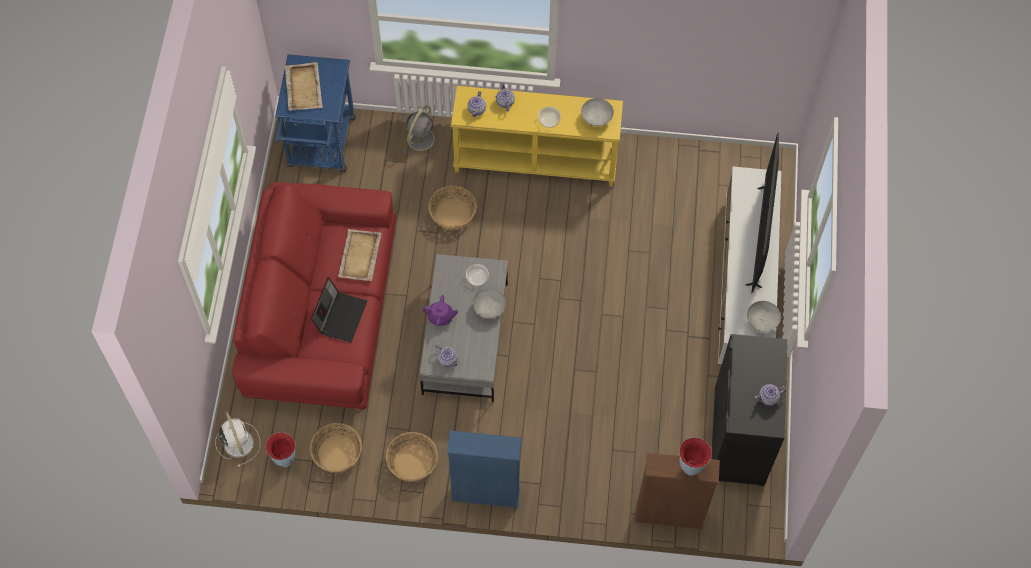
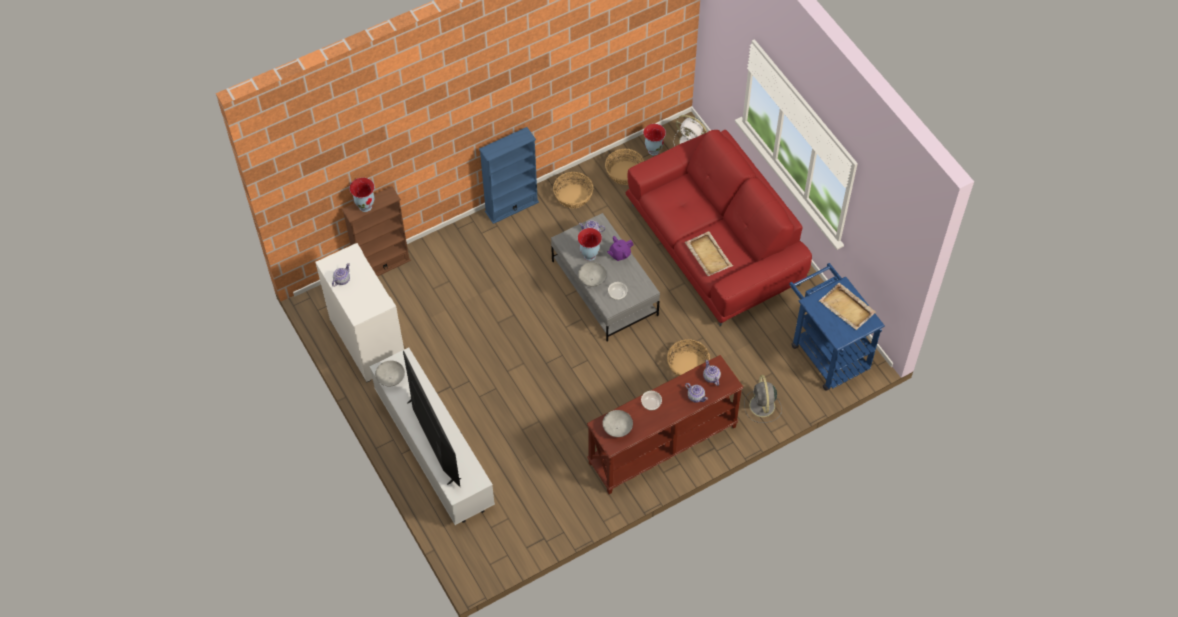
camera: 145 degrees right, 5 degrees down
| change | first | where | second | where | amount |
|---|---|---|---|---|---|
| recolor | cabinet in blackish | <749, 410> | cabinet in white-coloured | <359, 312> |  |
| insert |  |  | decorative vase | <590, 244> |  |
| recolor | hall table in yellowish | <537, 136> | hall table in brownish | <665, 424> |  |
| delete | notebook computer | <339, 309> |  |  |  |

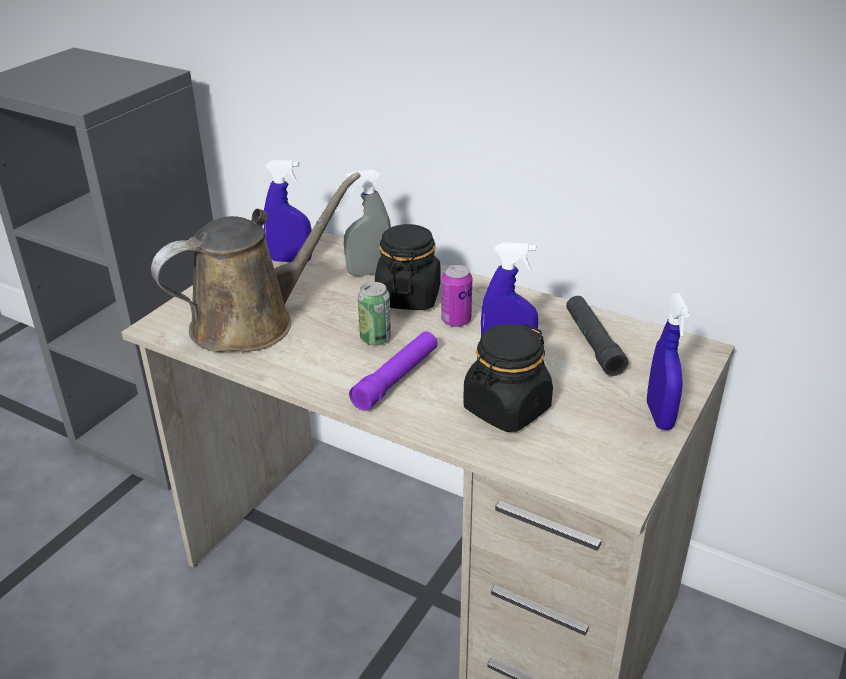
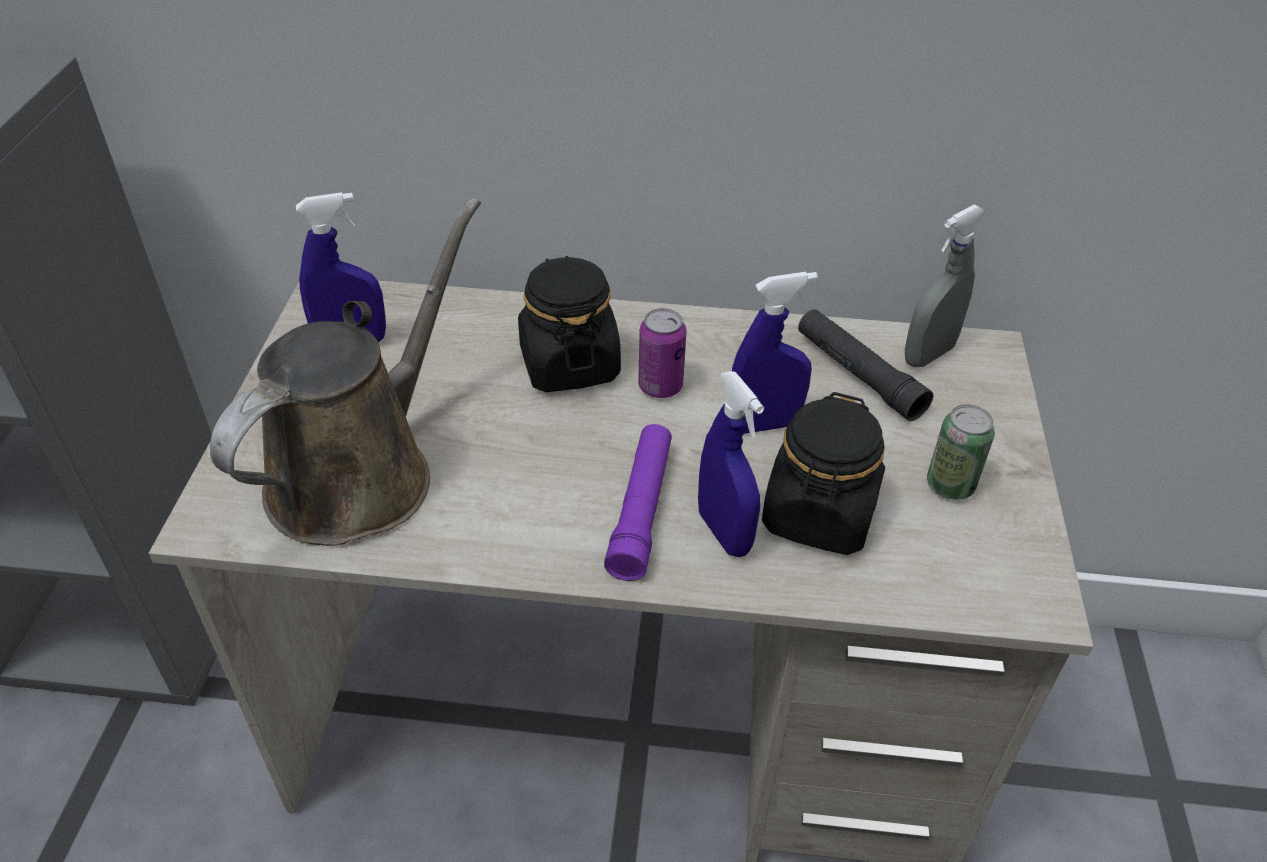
camera: 25 degrees left, 10 degrees up
| change | first | where | second | where | amount |
|---|---|---|---|---|---|
| move | hand sprayer in blue-coloured | <668, 361> |  | <731, 464> |  |
| move | hand sprayer in gray | <367, 223> |  | <945, 285> |  |
| move | can | <374, 313> |  | <961, 452> |  |

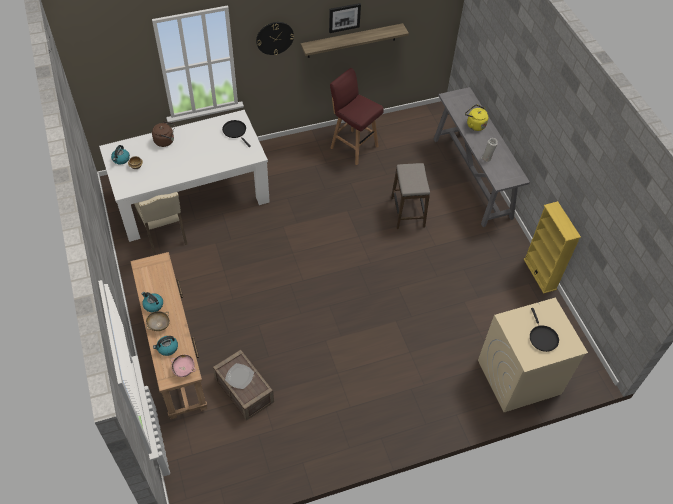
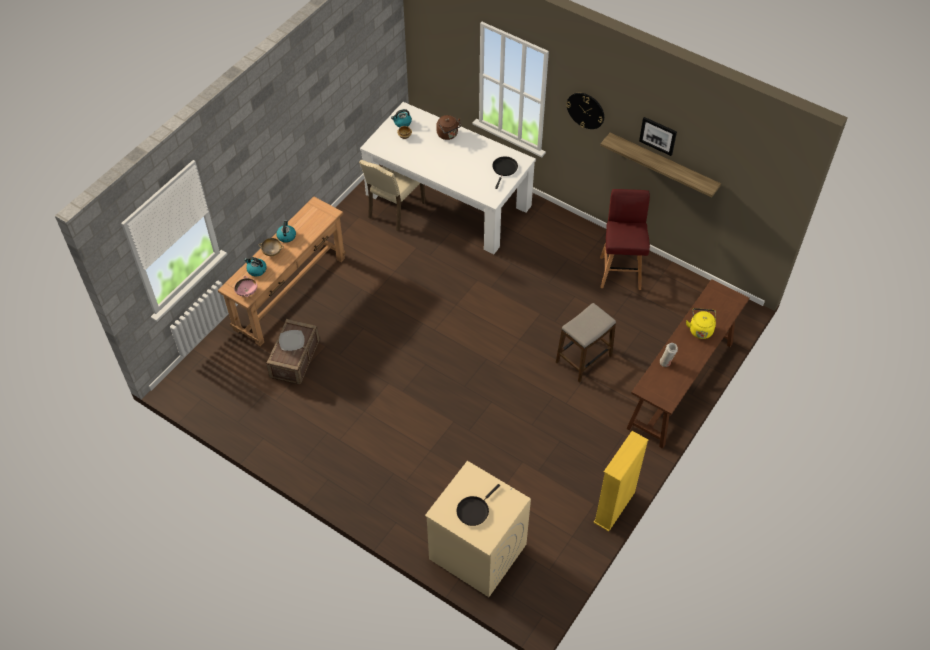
camera: 55 degrees right, 0 degrees up
| change | first | where | second | where | amount |
|---|---|---|---|---|---|
| recolor | hall table in gray | <482, 157> | hall table in brownish | <687, 364> |  |

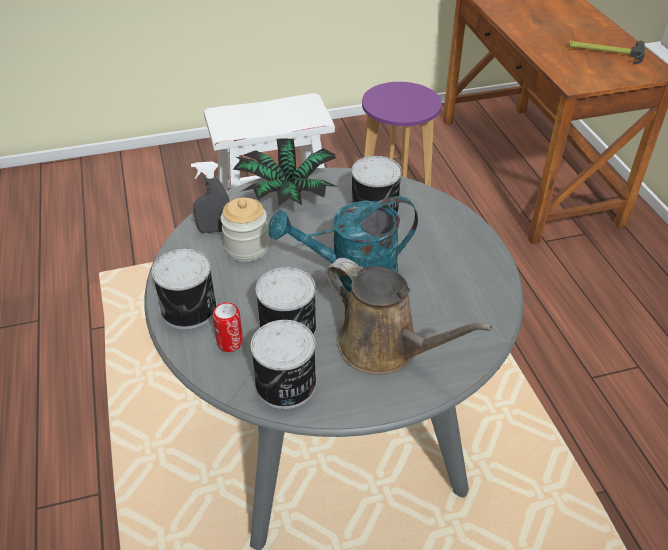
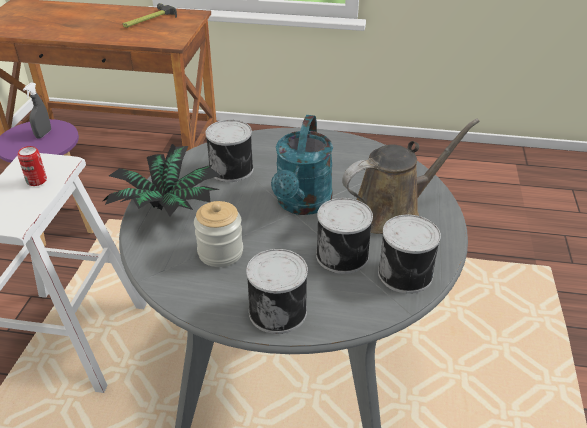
camera: 65 degrees left, 5 degrees down
| change | first | where | second | where | amount |
|---|---|---|---|---|---|
| move | can | <228, 327> |  | <32, 166> |  |
| move | hand sprayer in gray | <210, 197> |  | <37, 110> |  |

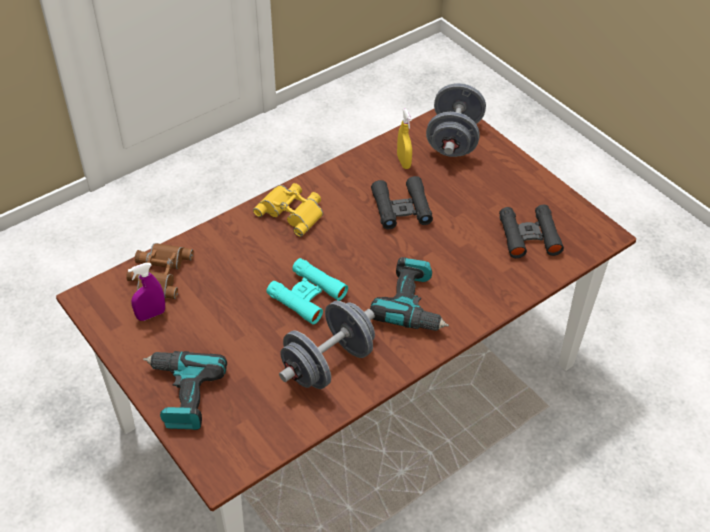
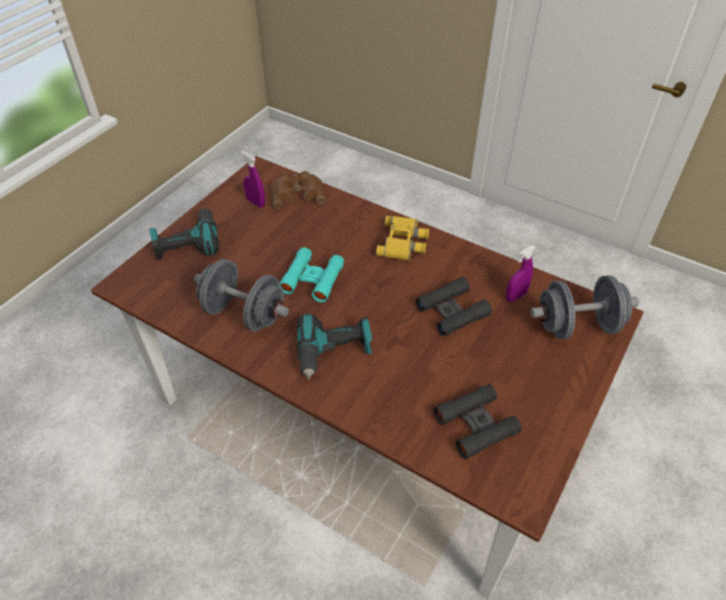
camera: 70 degrees right, 0 degrees up
| change | first | where | second | where | amount |
|---|---|---|---|---|---|
| recolor | hand sprayer in yellowish | <404, 139> | hand sprayer in purplish | <521, 273> |  |

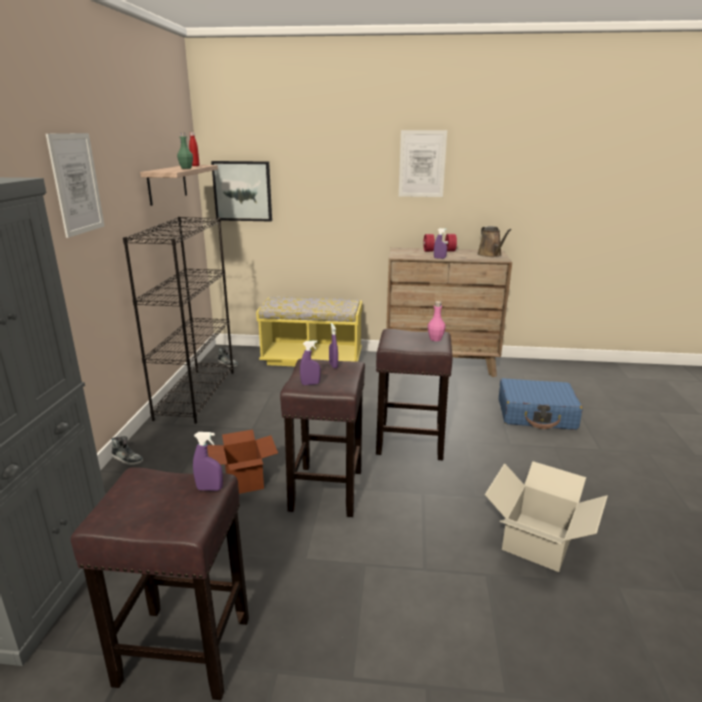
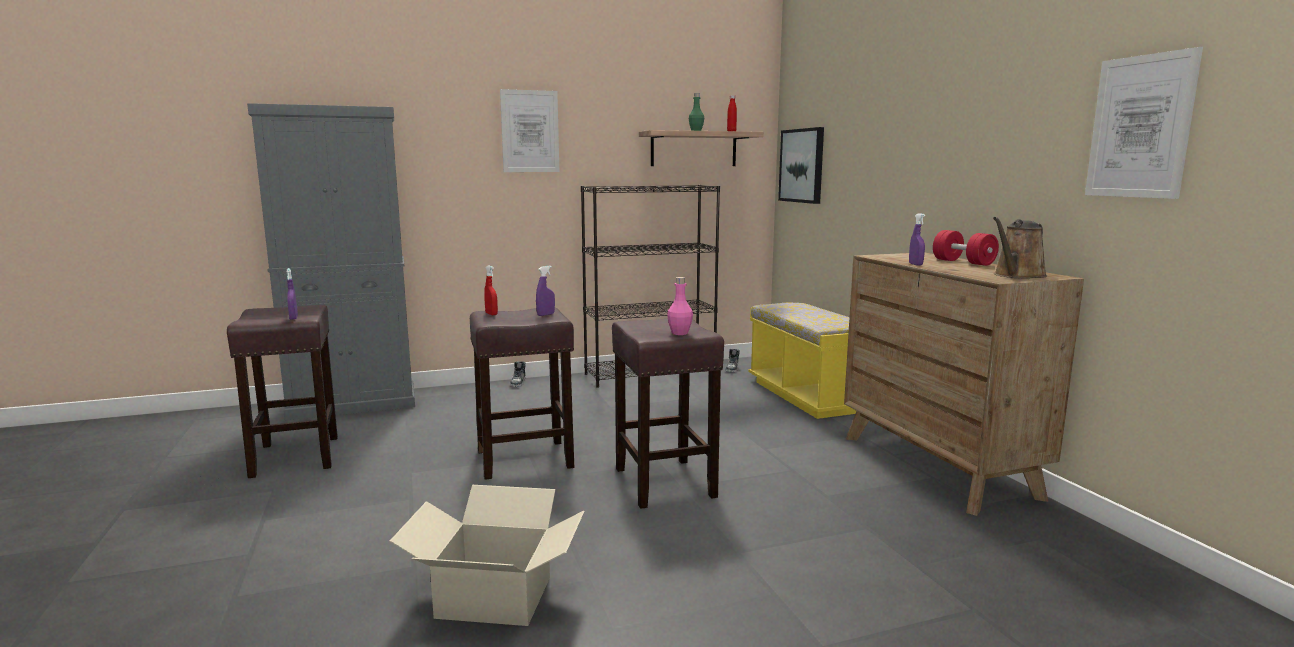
camera: 65 degrees right, 10 degrees down
| change | first | where | second | where | amount |
|---|---|---|---|---|---|
| recolor | hand sprayer in purplish | <310, 362> | hand sprayer in red-coloured | <491, 290> |  |
| move | picture | <423, 163> |  | <1144, 123> |  |
| delete | carton | <242, 462> |  |  |  |
| delete | travel case in blue-coloured | <541, 404> |  |  |  |

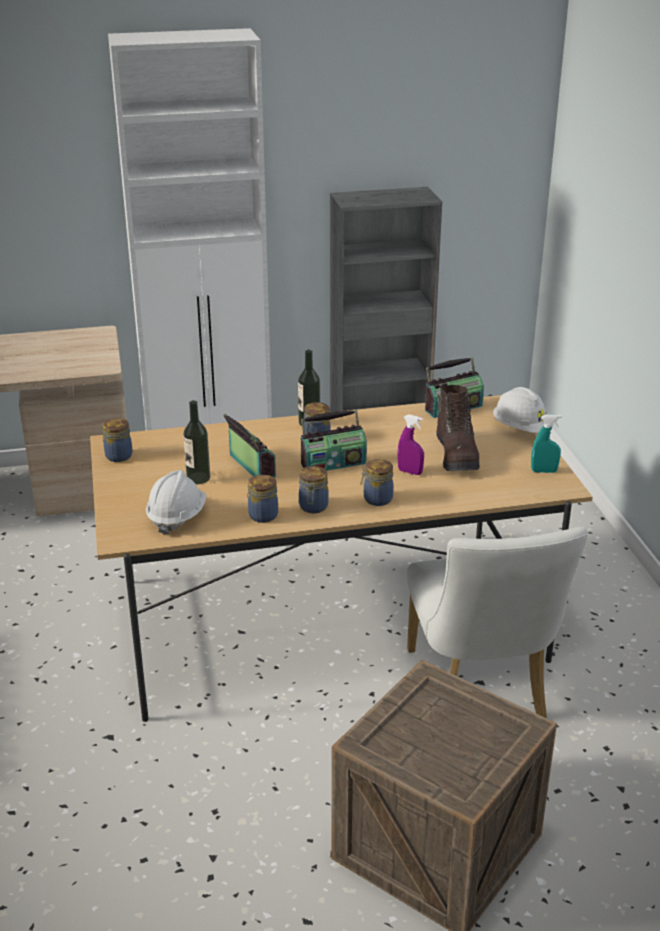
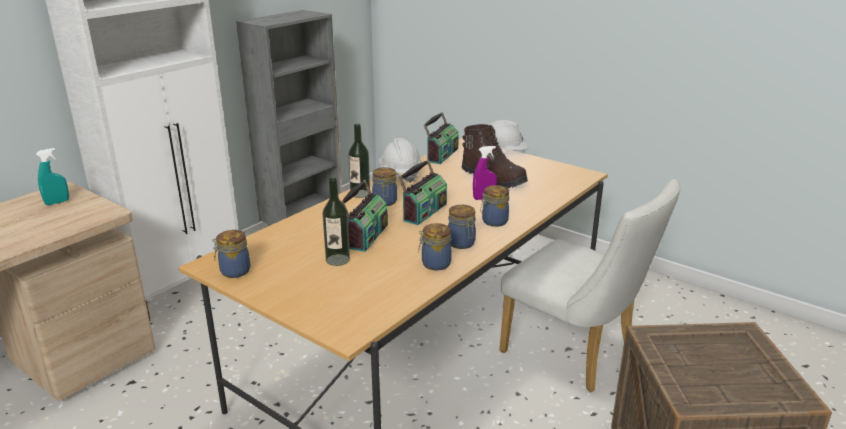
camera: 40 degrees left, 5 degrees down
| change | first | where | second | where | amount |
|---|---|---|---|---|---|
| move | hand sprayer in turquoise | <546, 444> |  | <52, 176> |  |
| rotate | radio set | <249, 446> |  | <364, 215> | 90 degrees clockwise |
| move | work helmet in white-coloured | <176, 502> |  | <400, 160> |  |

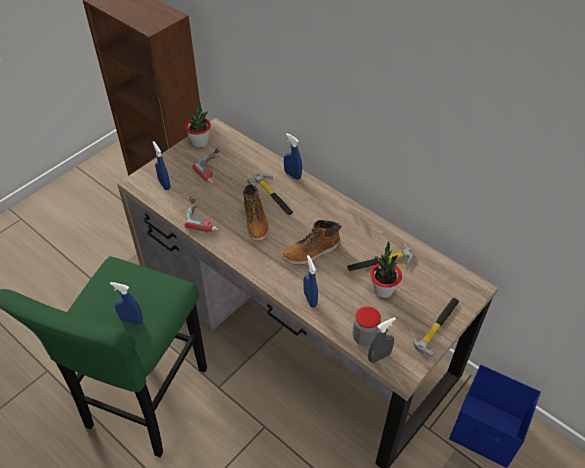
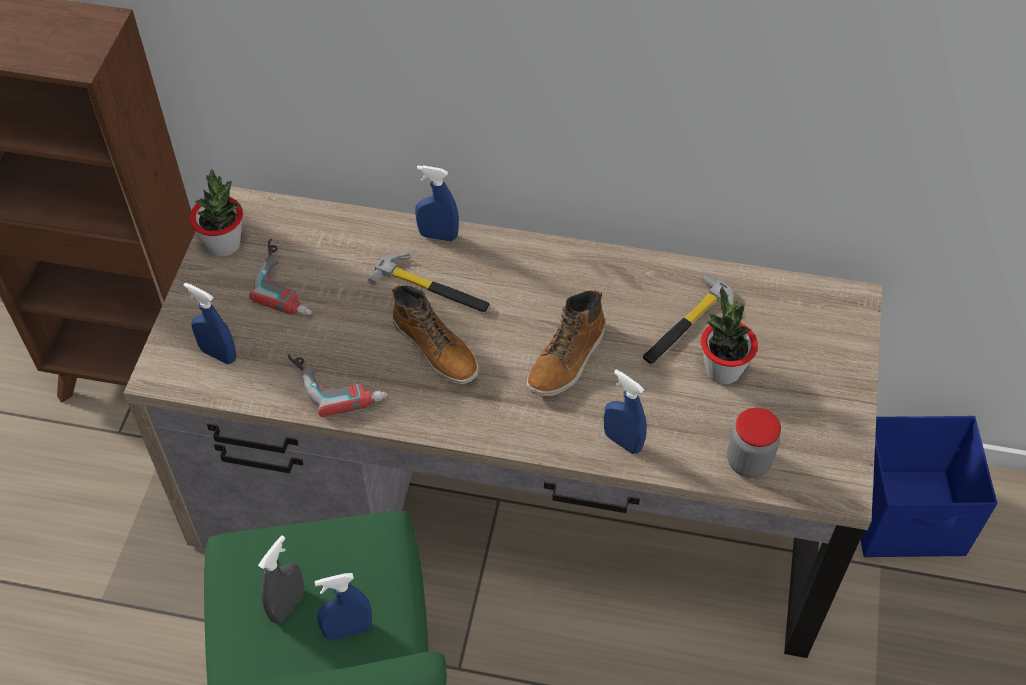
camera: 30 degrees left, 5 degrees up
| change | first | where | second | where | amount |
|---|---|---|---|---|---|
| move | hand sprayer in gray | <382, 340> |  | <281, 579> |  |
| delete | tool hammer | <436, 328> |  |  |  |

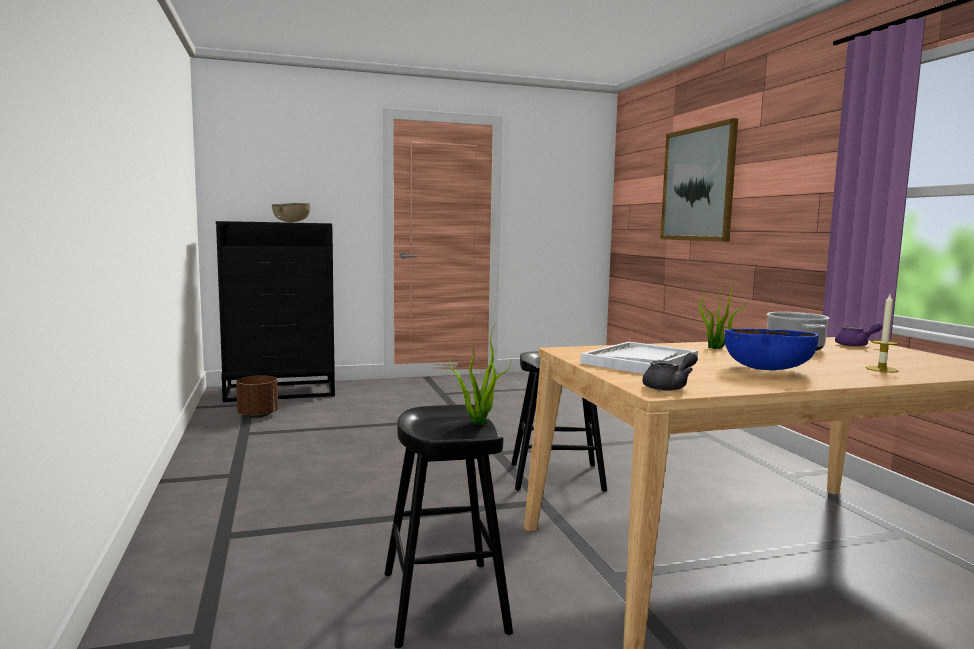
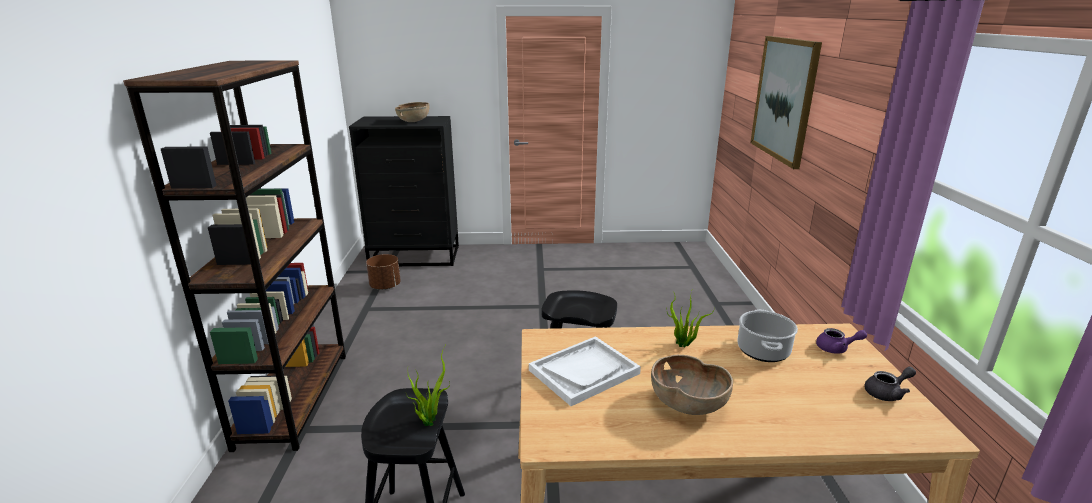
camera: 15 degrees right, 15 degrees up
| change | first | where | second | where | amount |
|---|---|---|---|---|---|
| insert |  |  | bookcase in brownish | <234, 256> |  |
| recolor | bowl in blue-coloured | <771, 349> | bowl in brownish | <692, 385> |  |
| move | tea pot in gray | <670, 371> |  | <890, 384> |  |
| delete | wax light | <882, 333> |  |  |  |

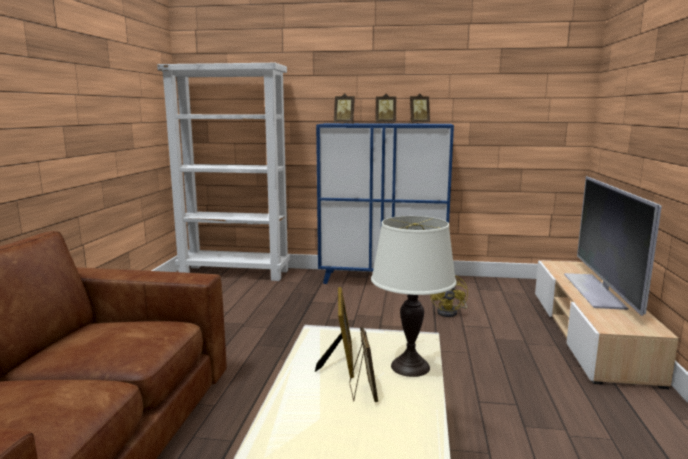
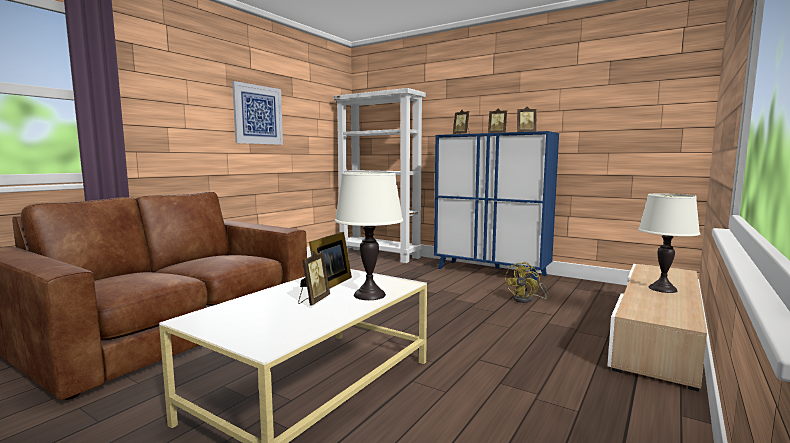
camera: 25 degrees right, 5 degrees down
| change | first | where | second | where | amount |
|---|---|---|---|---|---|
| insert |  |  | picture | <257, 113> |  |
| replace | TV set | <613, 246> | lamp for a table in white-coloured | <669, 243> |  |

